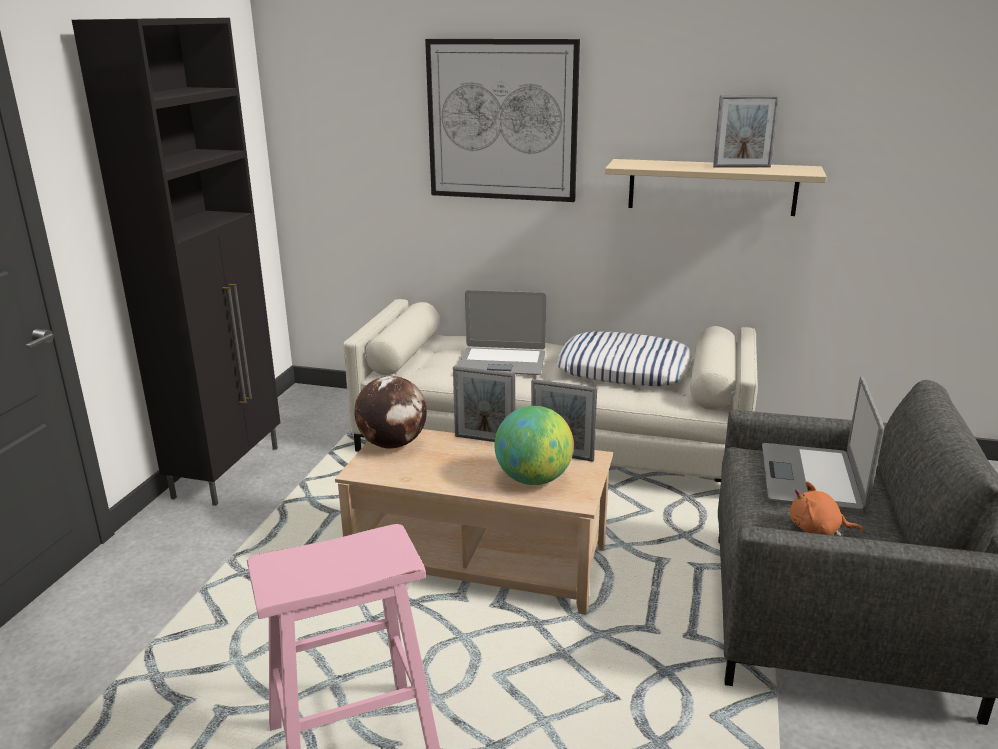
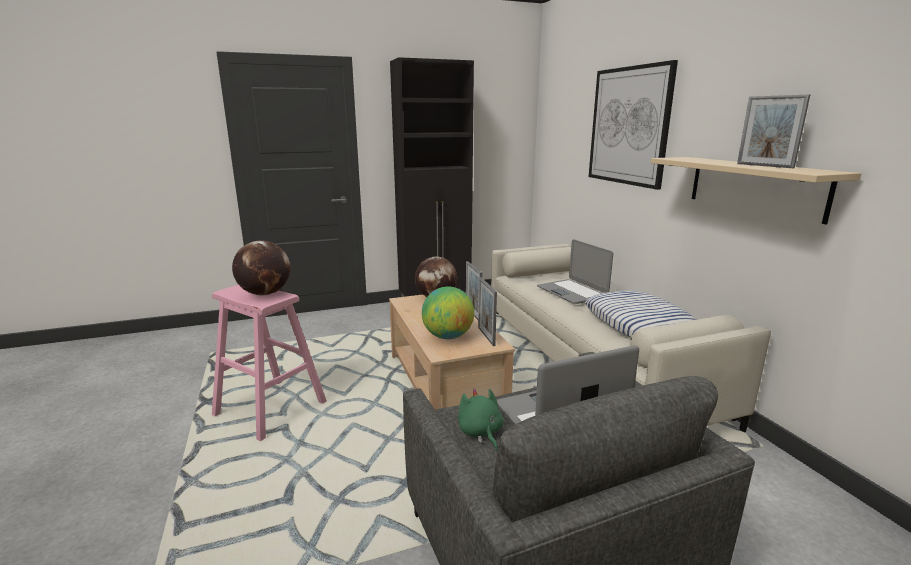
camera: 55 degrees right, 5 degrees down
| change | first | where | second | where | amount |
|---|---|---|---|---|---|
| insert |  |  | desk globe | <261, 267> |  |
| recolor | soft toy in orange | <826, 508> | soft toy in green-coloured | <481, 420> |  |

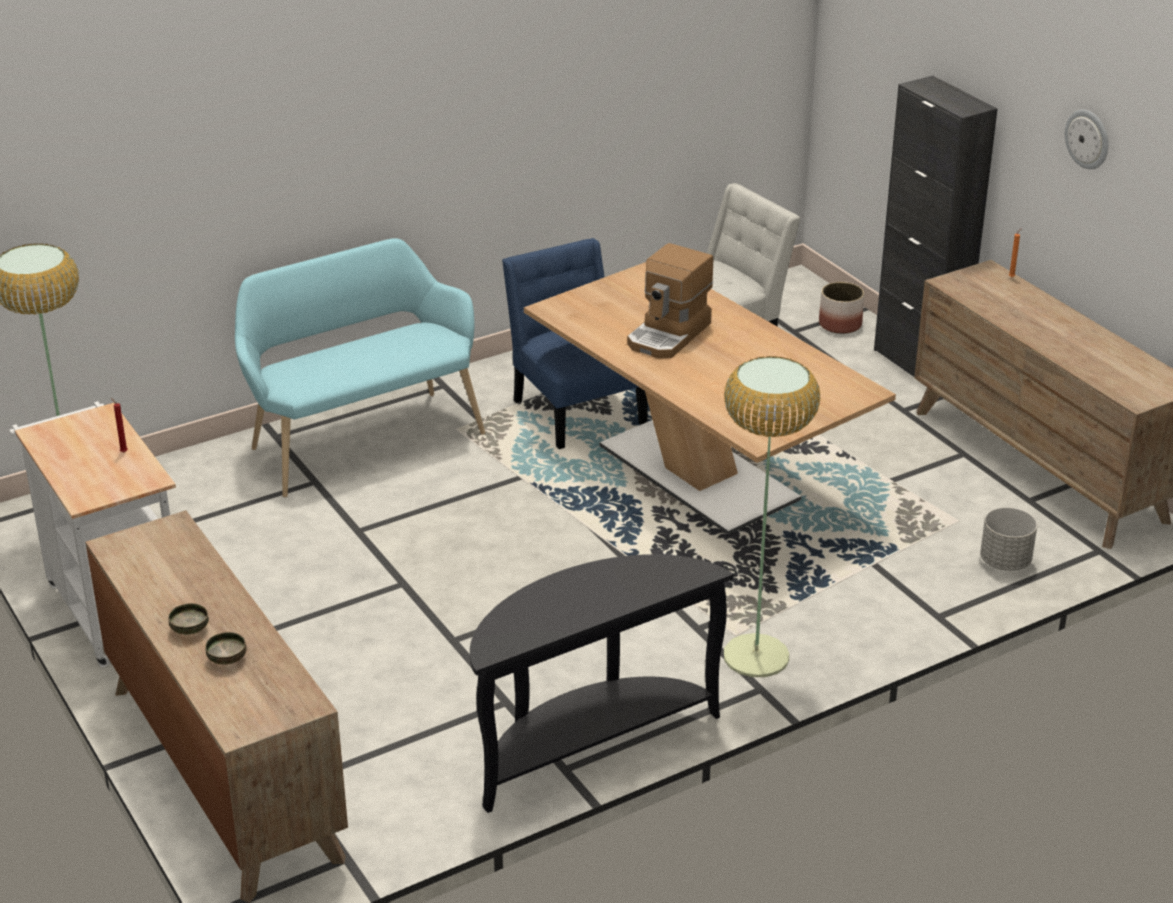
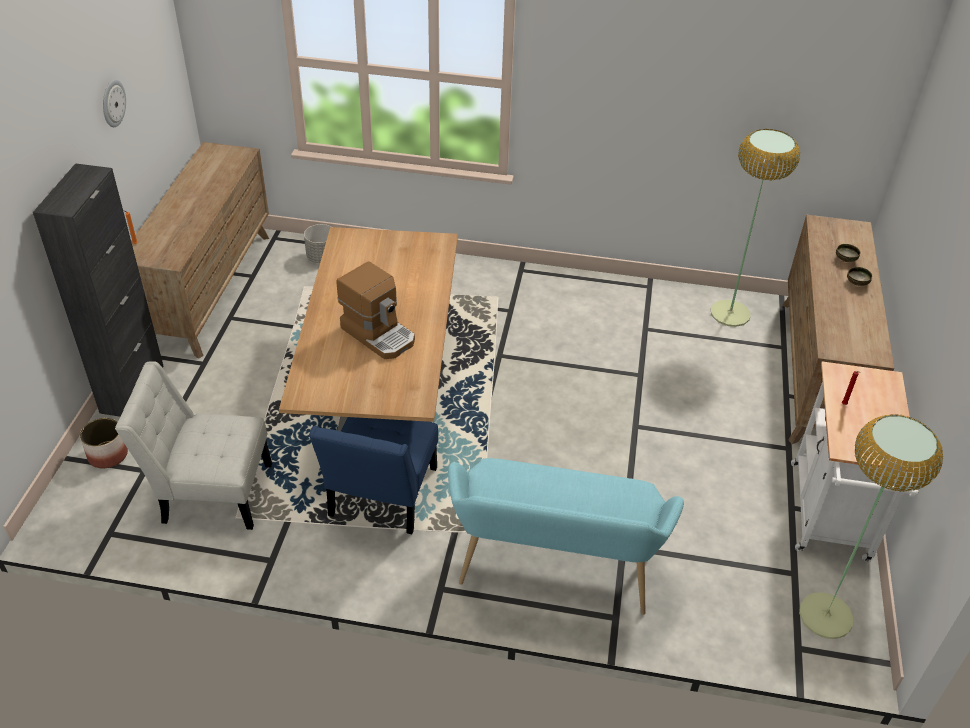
camera: 140 degrees left, 10 degrees up
| change | first | where | second | where | amount |
|---|---|---|---|---|---|
| rotate | coffee brewer | <670, 300> |  | <376, 310> | 60 degrees clockwise |
| move | floor lamp | <772, 516> |  | <755, 228> |  |
| delete | hall table in blackish | <602, 683> |  |  |  |

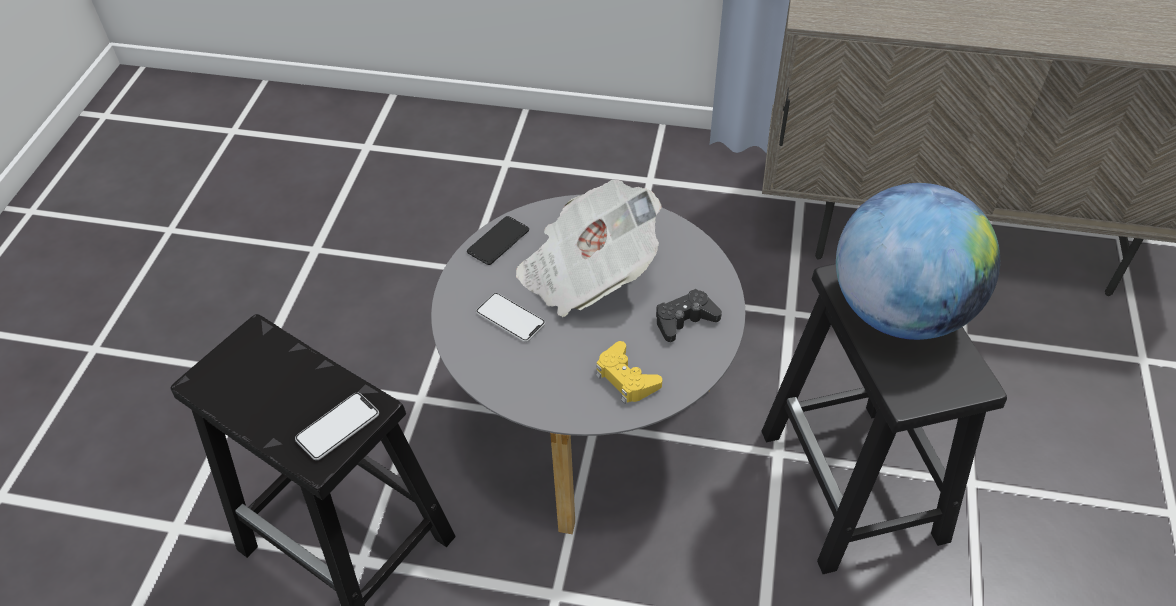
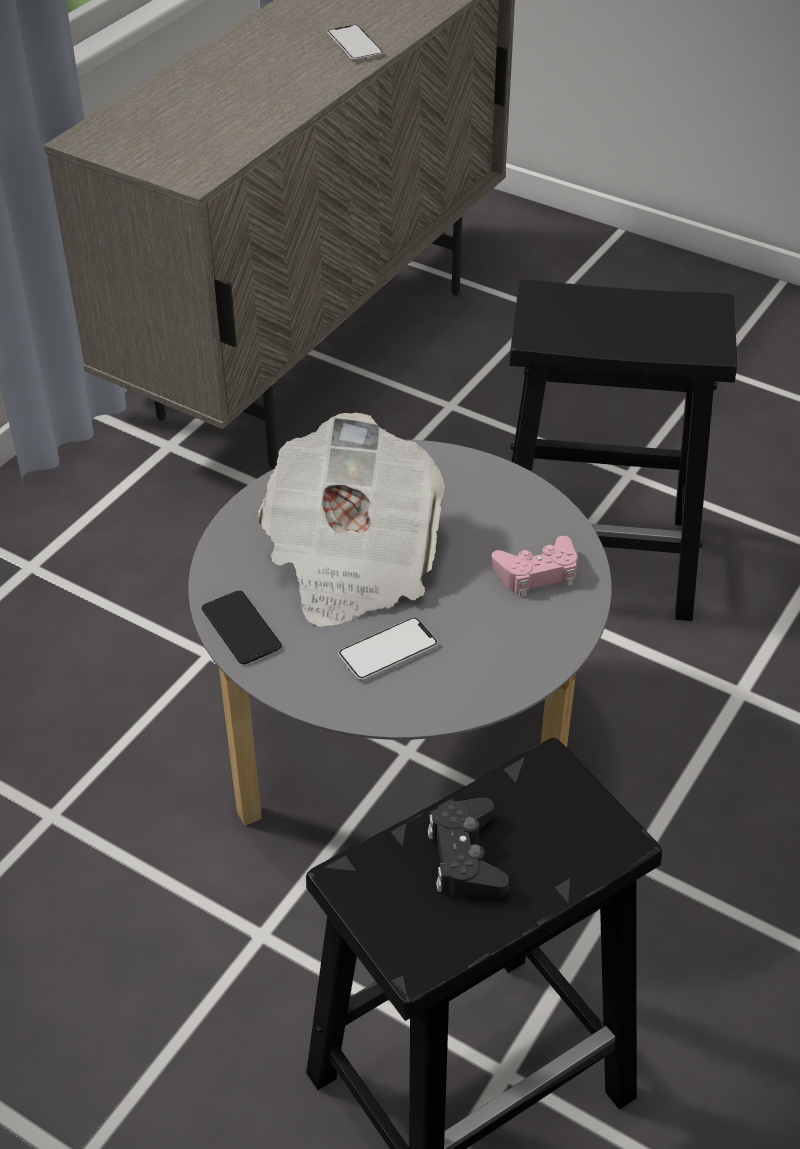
camera: 70 degrees left, 5 degrees down
| change | first | where | second | where | amount |
|---|---|---|---|---|---|
| move | handset | <337, 426> |  | <355, 43> |  |
| move | joypad in blackish | <689, 315> |  | <468, 848> |  |
| recolor | joypad in yellowish | <629, 372> | joypad in pink-coloured | <534, 566> |  |
| delete | desk globe | <918, 261> |  |  |  |

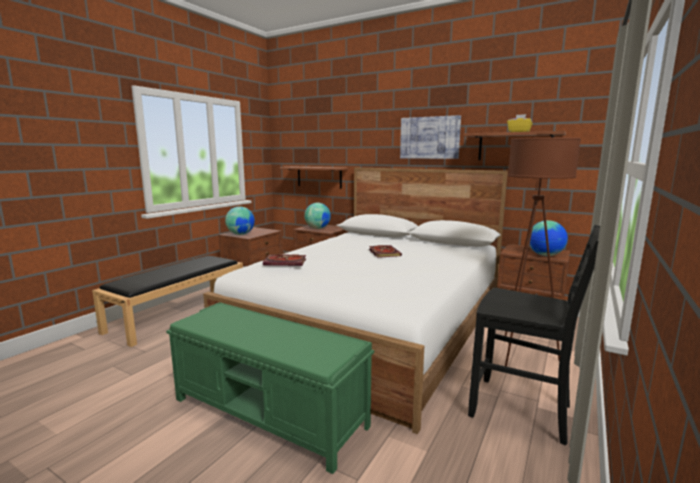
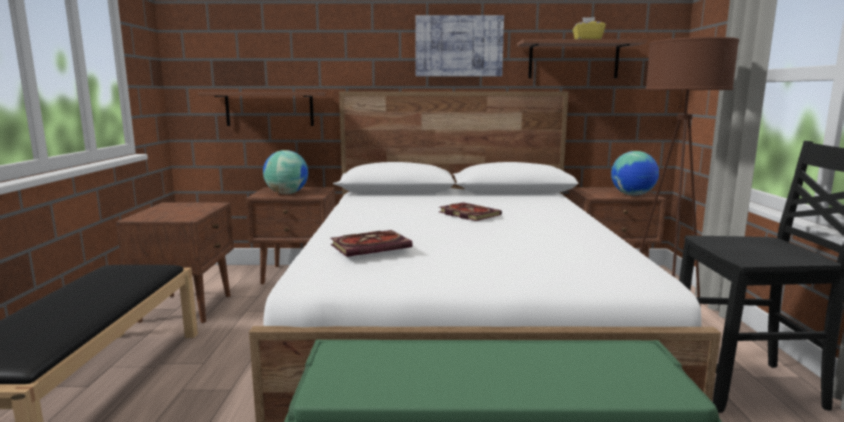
camera: 30 degrees left, 0 degrees up
| change | first | where | second | where | amount |
|---|---|---|---|---|---|
| delete | desk globe | <240, 220> |  |  |  |

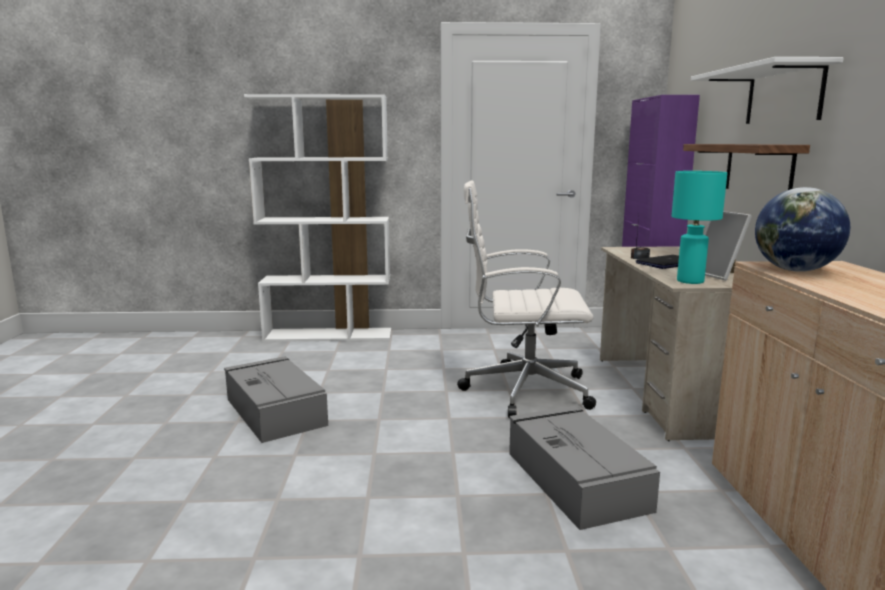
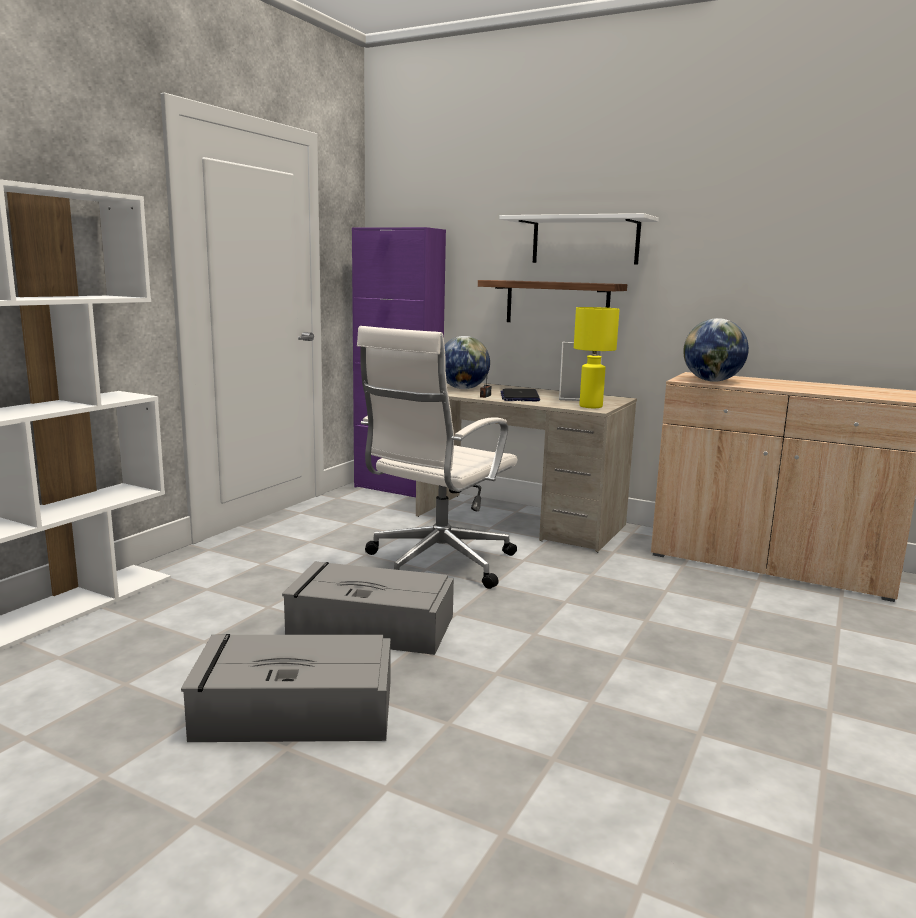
camera: 60 degrees left, 0 degrees up
| change | first | where | second | where | amount |
|---|---|---|---|---|---|
| move | storage container in gray | <584, 468> |  | <368, 608> |  |
| insert |  |  | desk globe | <467, 362> |  |
| recolor | lamp for a table in turquoise | <699, 227> | lamp for a table in yellowish | <597, 357> |  |

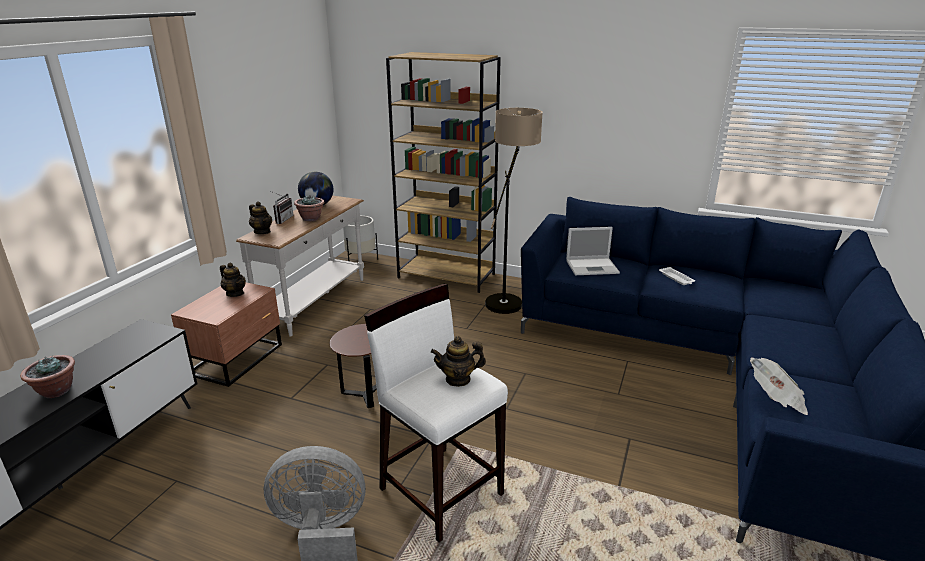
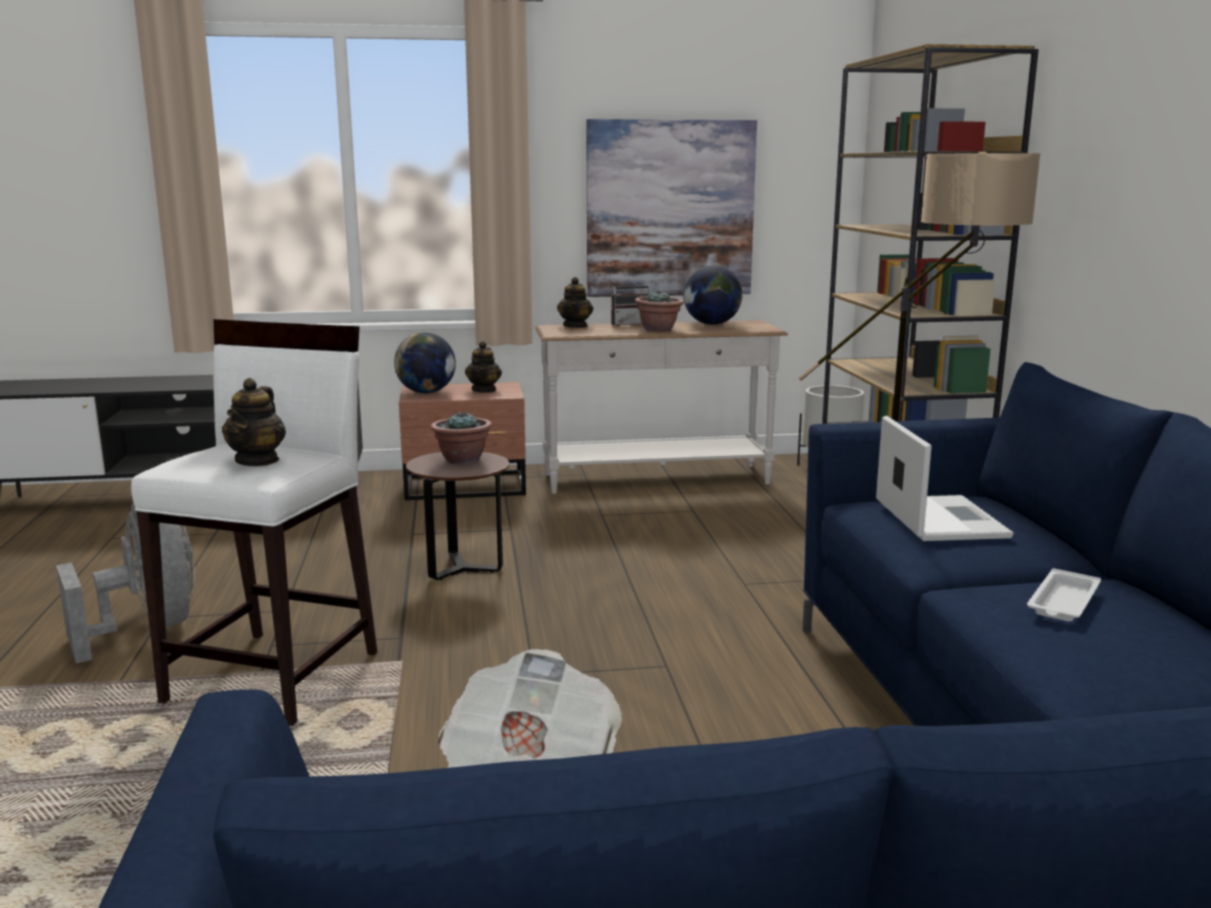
camera: 60 degrees right, 10 degrees down
| change | first | where | second | where | amount |
|---|---|---|---|---|---|
| rotate | tea pot | <458, 361> |  | <254, 422> | 135 degrees counterclockwise |
| insert |  |  | desk globe | <425, 362> |  |
| move | plant in a pot | <47, 376> |  | <461, 438> |  |
| insert |  |  | picture | <671, 208> |  |
| rotate | notebook computer | <593, 251> |  | <945, 478> | 150 degrees counterclockwise |

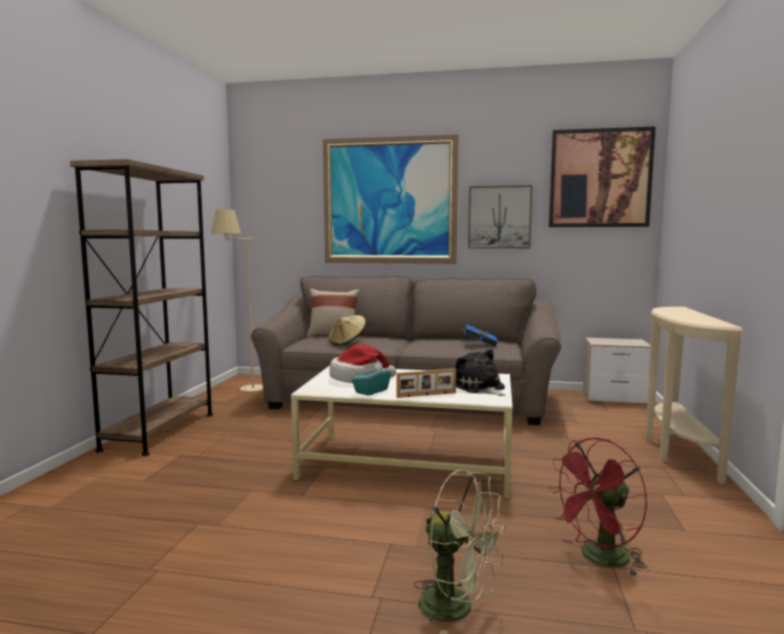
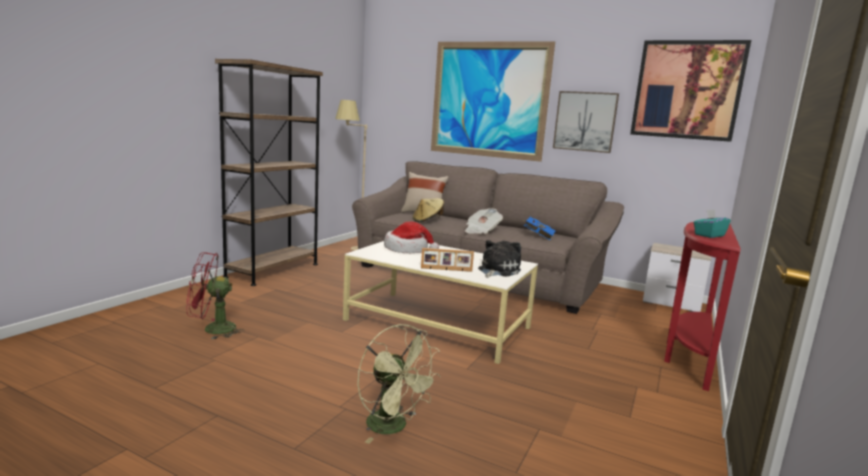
camera: 15 degrees right, 5 degrees up
| change | first | where | second | where | amount |
|---|---|---|---|---|---|
| move | fan in red-coloured | <597, 507> |  | <216, 296> |  |
| insert |  |  | printed paper | <484, 221> |  |
| rotate | soft toy | <480, 372> |  | <499, 259> | 45 degrees clockwise |
| recolor | hall table in beige-coloured | <694, 395> | hall table in red-coloured | <702, 306> |  |
| move | tissue holder in turquoise | <371, 379> |  | <712, 223> |  |

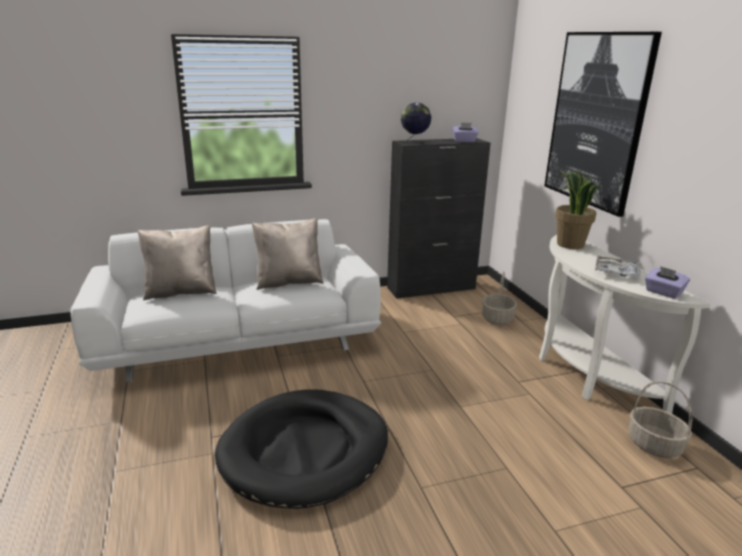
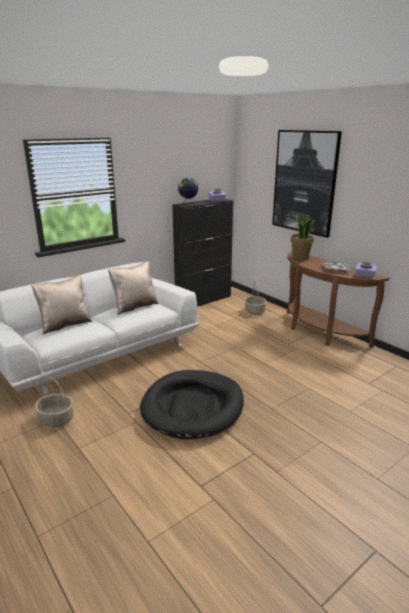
camera: 20 degrees left, 0 degrees up
| change | first | where | second | where | amount |
|---|---|---|---|---|---|
| move | household basket | <660, 420> |  | <54, 401> |  |
| recolor | hall table in white-coloured | <624, 324> | hall table in brownish | <338, 299> |  |

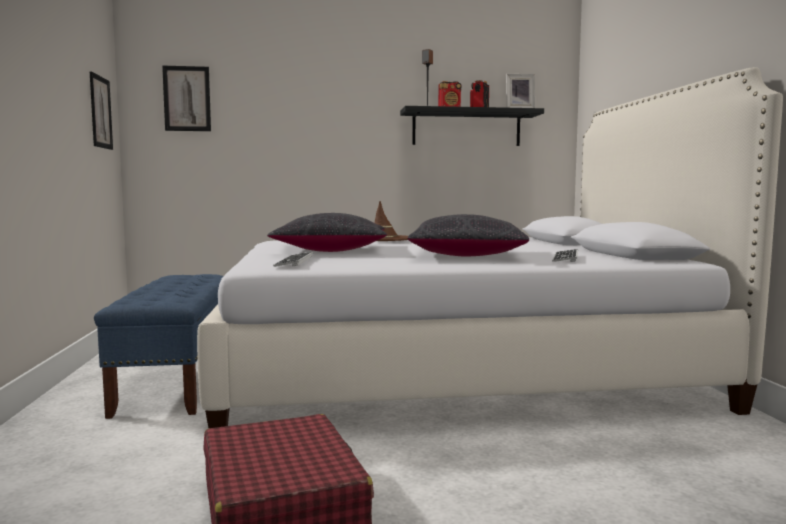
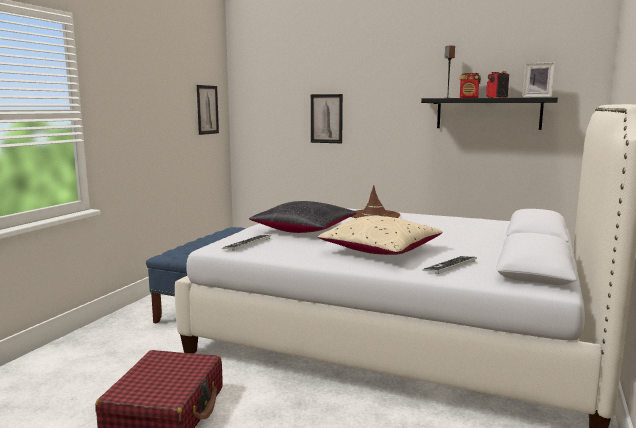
camera: 30 degrees right, 5 degrees up
| change | first | where | second | where | amount |
|---|---|---|---|---|---|
| move | picture | <186, 98> |  | <327, 118> |  |
| recolor | pillow in blackish | <468, 235> | pillow in beige-coloured | <380, 235> |  |

